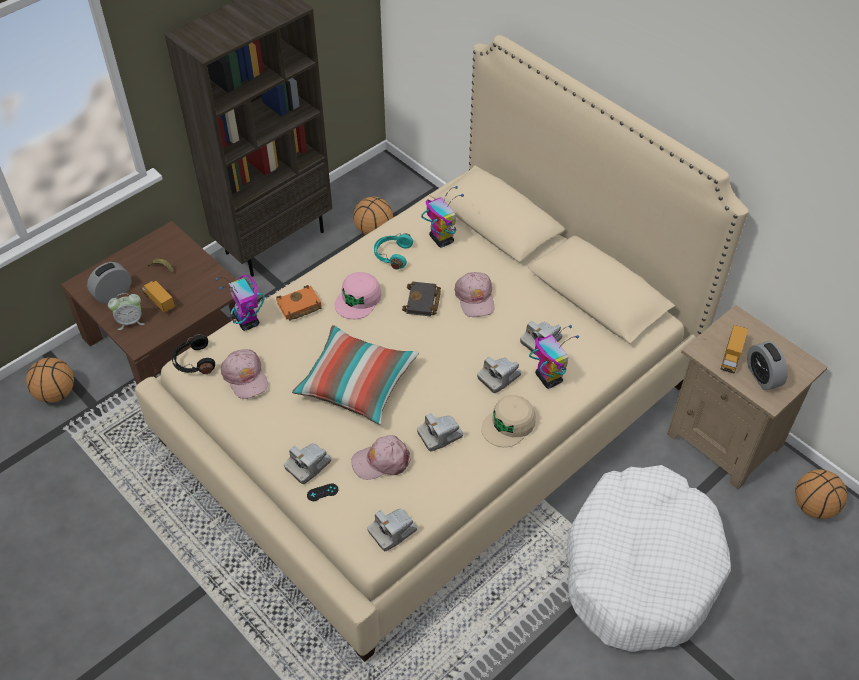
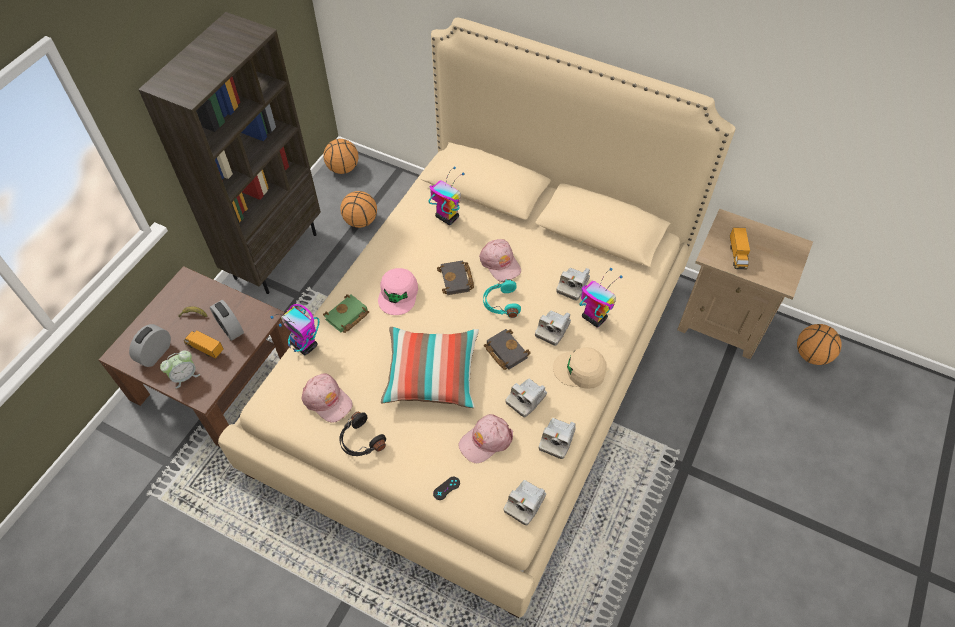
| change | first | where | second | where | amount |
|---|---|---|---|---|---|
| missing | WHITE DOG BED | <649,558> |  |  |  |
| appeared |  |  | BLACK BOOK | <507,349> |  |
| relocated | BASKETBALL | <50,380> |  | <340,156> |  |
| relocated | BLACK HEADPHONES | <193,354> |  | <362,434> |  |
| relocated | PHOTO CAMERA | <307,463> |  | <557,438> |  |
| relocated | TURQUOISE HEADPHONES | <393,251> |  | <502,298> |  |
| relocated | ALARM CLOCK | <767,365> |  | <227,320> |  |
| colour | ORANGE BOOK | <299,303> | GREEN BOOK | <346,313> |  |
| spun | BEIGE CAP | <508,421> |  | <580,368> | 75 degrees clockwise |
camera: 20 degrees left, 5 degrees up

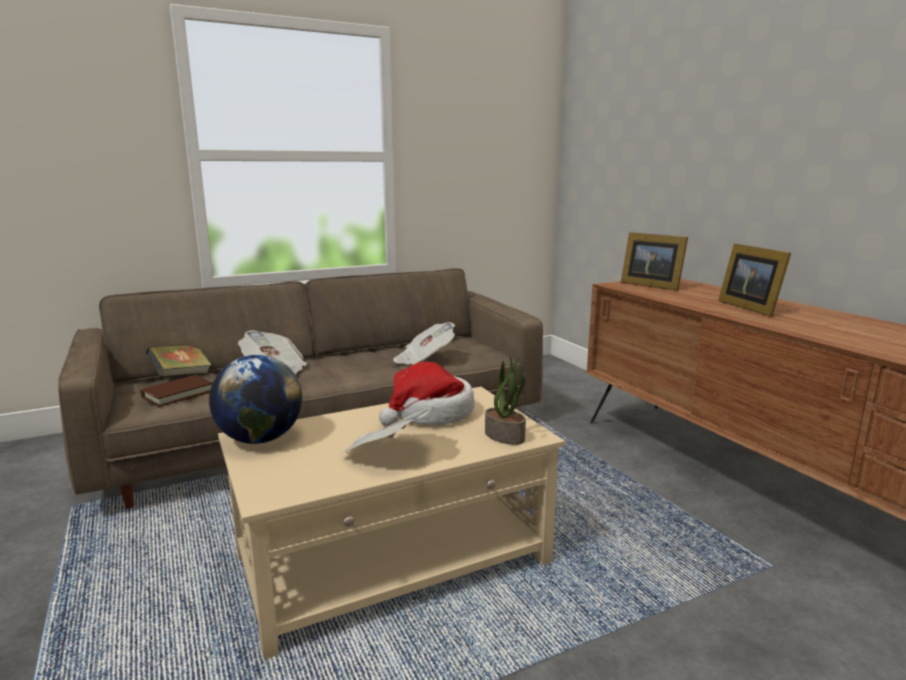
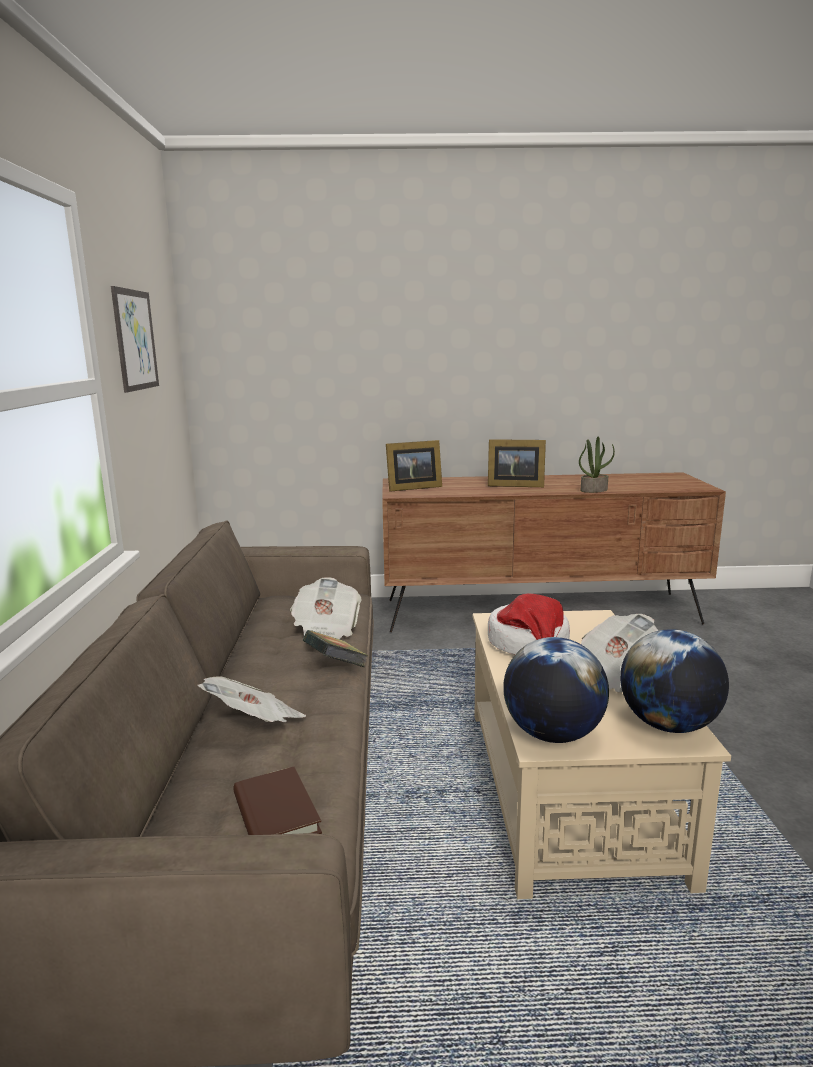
| change | first | where | second | where | amount |
|---|---|---|---|---|---|
| appeared |  |  | PICTURE | <135,339> |  |
| appeared |  |  | GLOBE | <674,681> |  |
| relocated | BOOK | <179,361> |  | <336,648> |  |
| relocated | POTTED PLANT | <505,400> |  | <597,465> |  |
camera: 65 degrees left, 0 degrees up

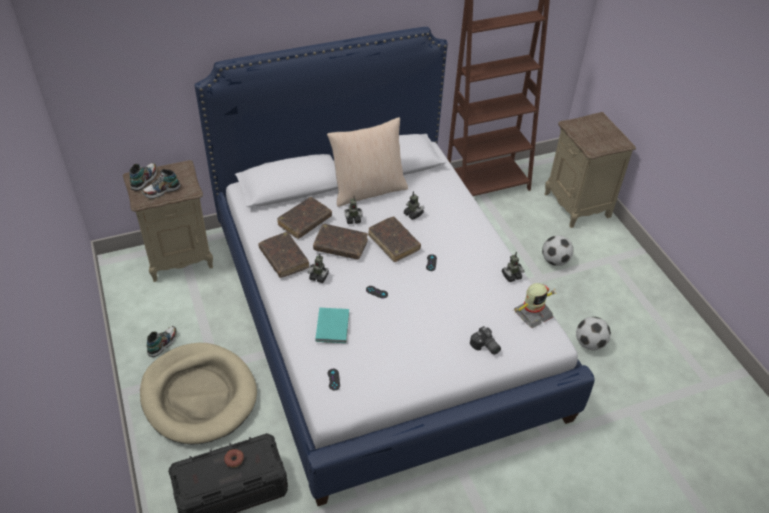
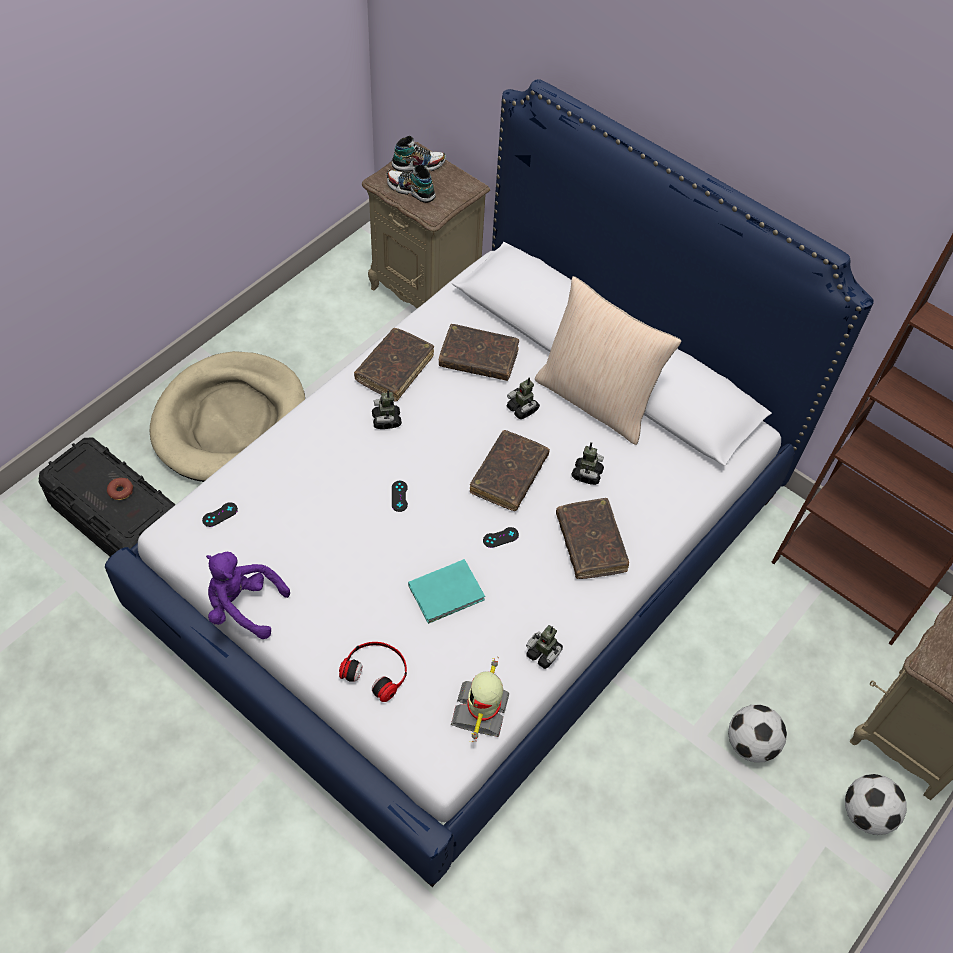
| change | first | where | second | where | amount |
|---|---|---|---|---|---|
| missing | SHOE | <162,341> |  |  |  |
| appeared |  |  | PURPLE PLUSH TOY | <248,595> |  |
| relocated | BROWN BOOK | <340,242> |  | <592,538> |  |
| relocated | TURQUOISE BOOK | <332,325> |  | <446,591> |  |
| relocated | FOOTBALL | <593,333> |  | <876,804> |  |
| exchanged | PHOTO CAMERA | <485,340> | HEADPHONES | <373,672> |  |
| spun | TOY ROBOT | <534,305> |  | <480,699> | 75 degrees clockwise |
camera: 60 degrees right, 10 degrees up

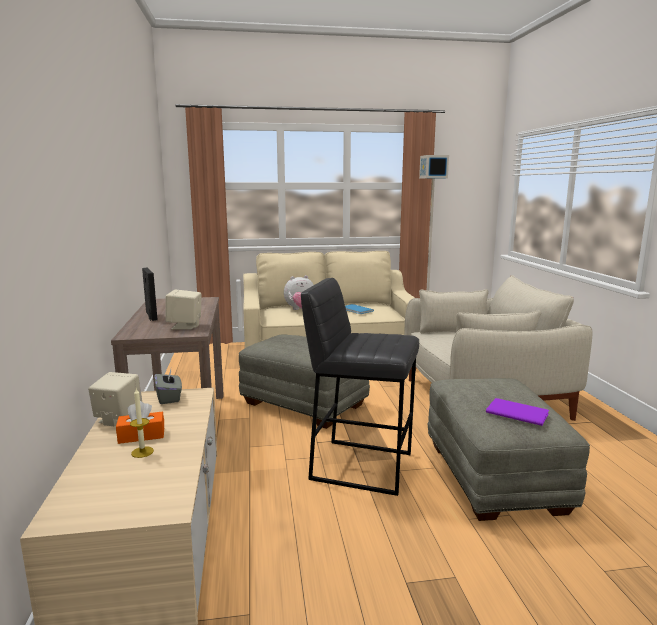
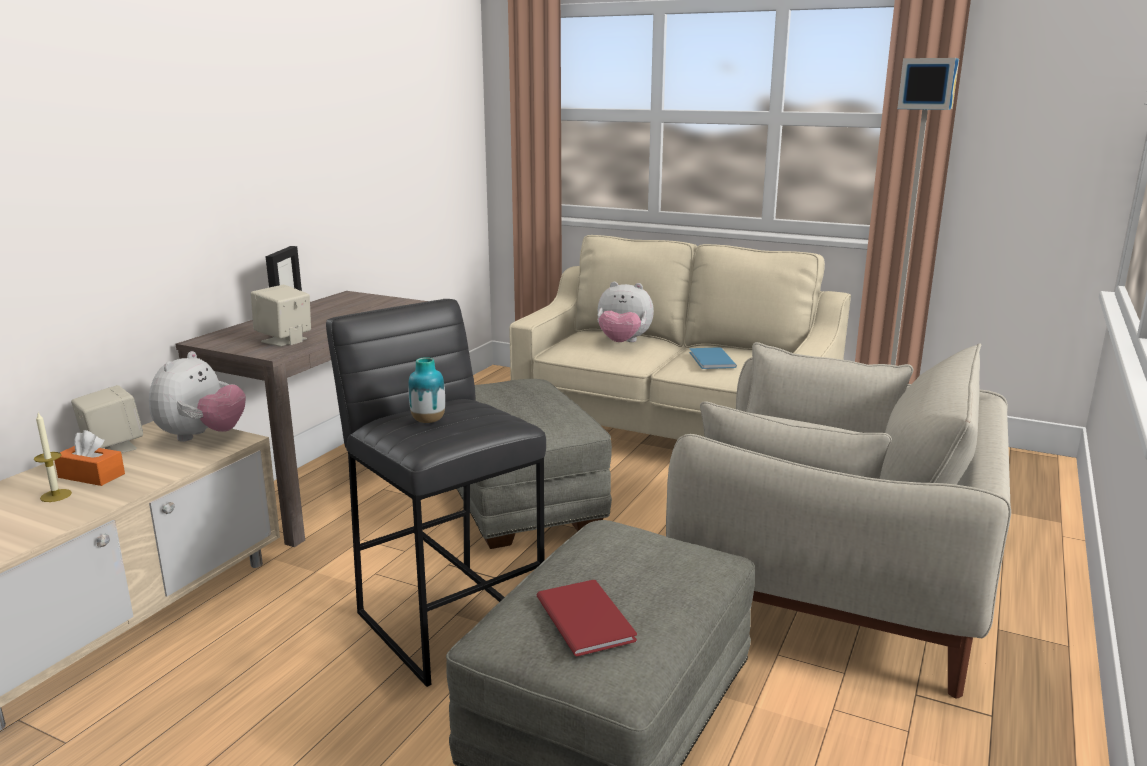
| change | first | where | second | where | amount |
|---|---|---|---|---|---|
| appeared |  |  | VASE | <426,390> |  |
| exchanged | GREY TISSUE BOX | <168,386> | PLUSH TOY | <197,396> |  |
| colour | PURPLE BOOK | <517,412> | RED BOOK | <587,618> |  |
camera: 35 degrees right, 5 degrees up

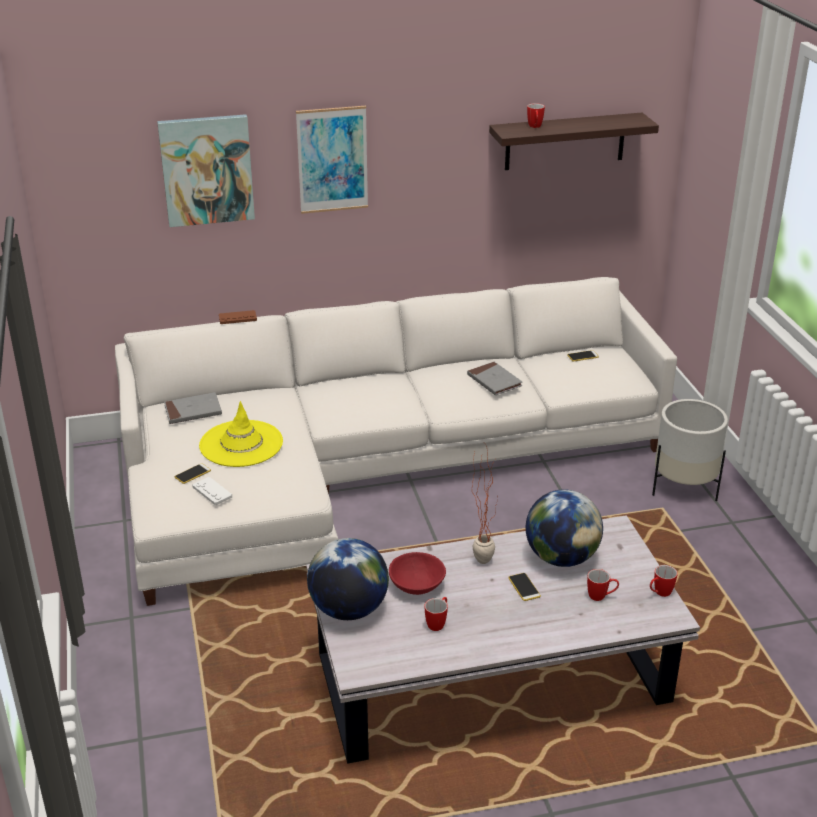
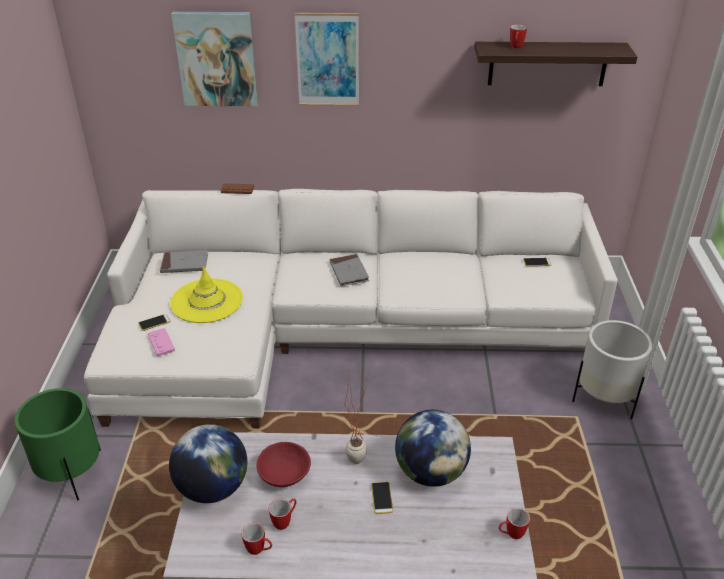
| change | first | where | second | where | amount |
|---|---|---|---|---|---|
| appeared |  |  | GREEN PLANTER | <57,444> |  |
| relocated | GREY BOOK | <495,378> |  | <349,270> |  |
| relocated | MUG | <603,585> |  | <256,539> |  |
| colour | WHITE GAME CONTROLLER | <212,491> | PINK GAME CONTROLLER | <161,342> |  |
camera: 15 degrees right, 5 degrees up

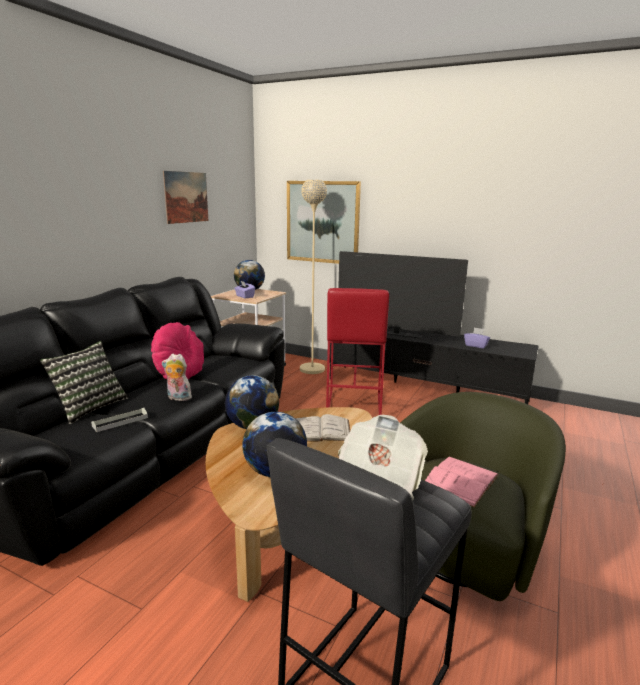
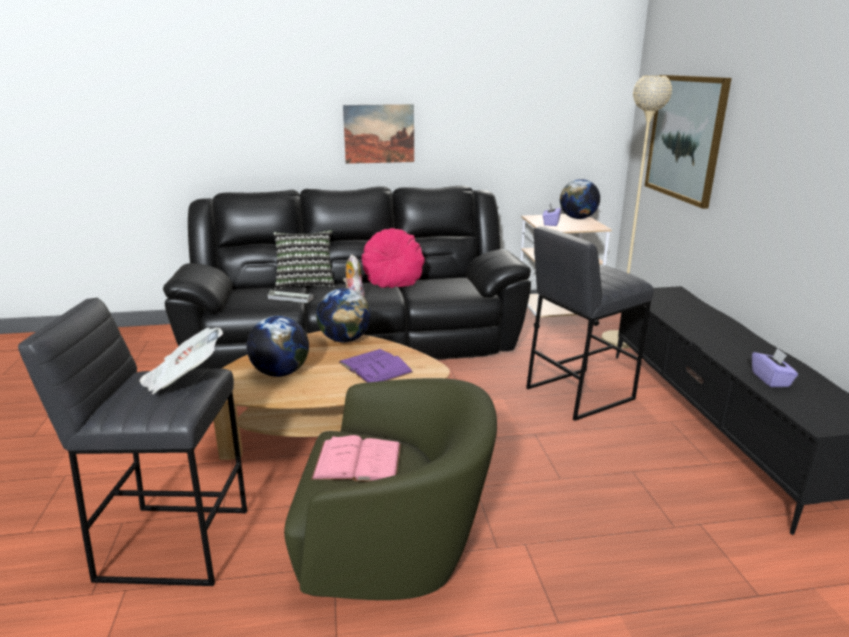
| change | first | where | second | where | amount |
|---|---|---|---|---|---|
| missing | TELEVISION | <403,294> |  |  |  |
| relocated | PICTURE | <185,197> |  | <378,134> |  |
| colour | WHITE BOOK | <323,427> | PURPLE BOOK | <376,366> |  |
| colour | RED STOOL | <357,351> | GREY STOOL | <590,323> |  |
camera: 55 degrees right, 5 degrees up

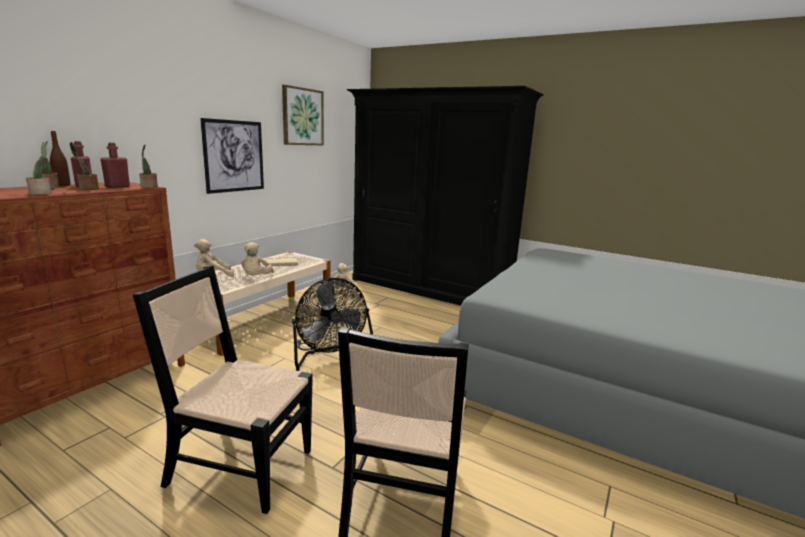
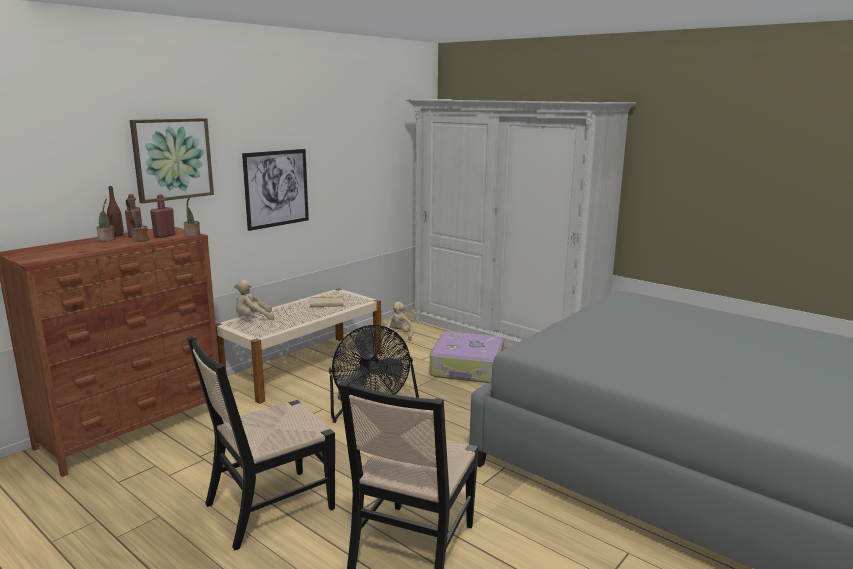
| change | first | where | second | where | amount |
|---|---|---|---|---|---|
| missing | POTTED PLANT | <39,168> |  |  |  |
| missing | BEIGE PLUSH TOY | <257,258> |  |  |  |
| appeared |  |  | SUITCASE | <467,357> |  |
| relocated | PICTURE | <303,115> |  | <172,160> |  |
| colour | BLACK WARDROBE | <445,196> | WHITE WARDROBE | <520,223> |  |
| spun | CHAIR | <223,389> |  | <261,443> | 60 degrees counterclockwise |
camera: 10 degrees right, 0 degrees up

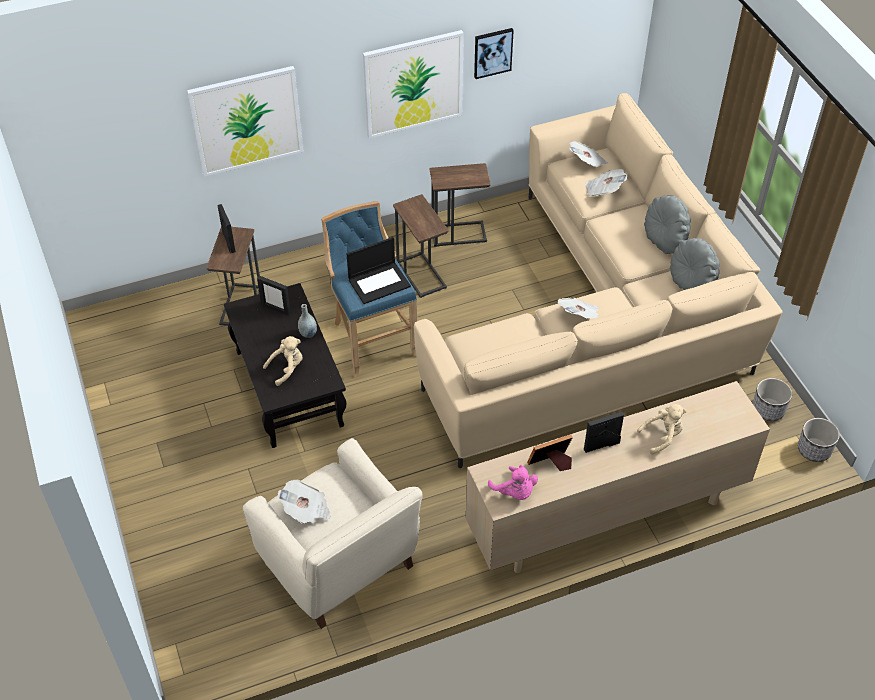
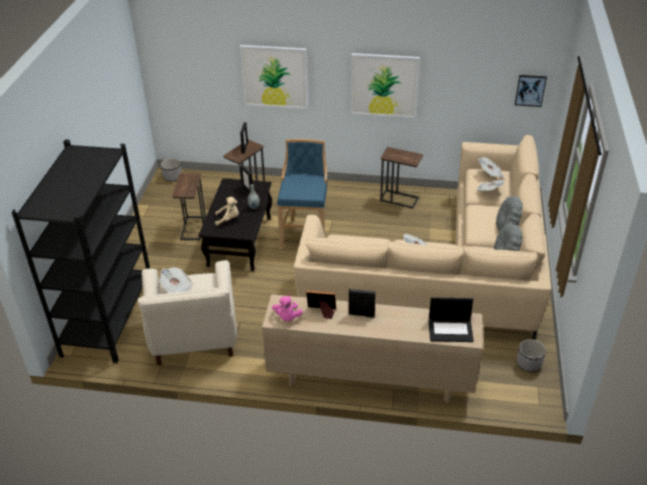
| change | first | where | second | where | amount |
|---|---|---|---|---|---|
| missing | BEIGE PLUSH TOY | <662,429> |  |  |  |
| appeared |  |  | BLACK BOOKCASE | <81,251> |  |
| relocated | LAPTOP | <379,270> |  | <451,319> |  |
| relocated | BROWN SIDE TABLE | <421,246> |  | <189,207> |  |
| relocated | PICTURE | <494,53> |  | <531,91> |  |
| relocated | PLANTER | <819,440> |  | <171,169> |  |
camera: 30 degrees right, 10 degrees down

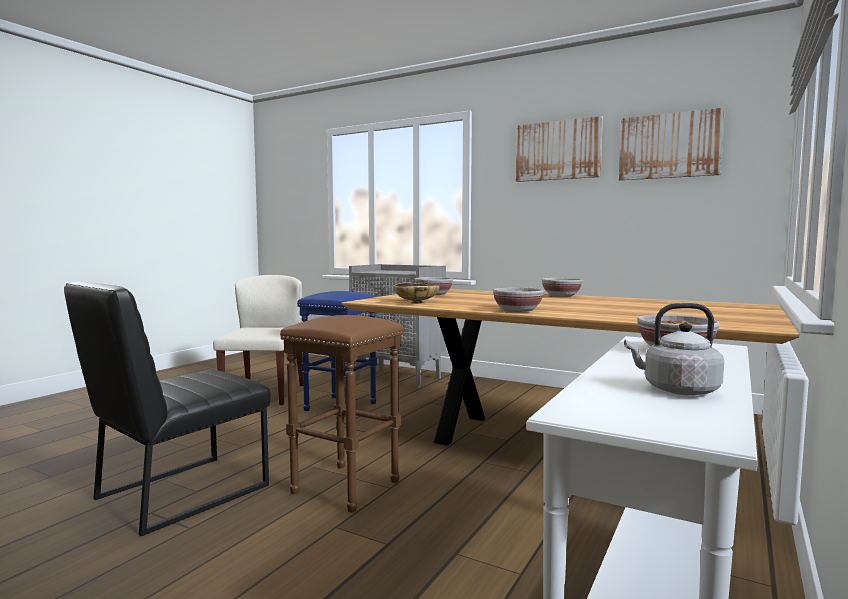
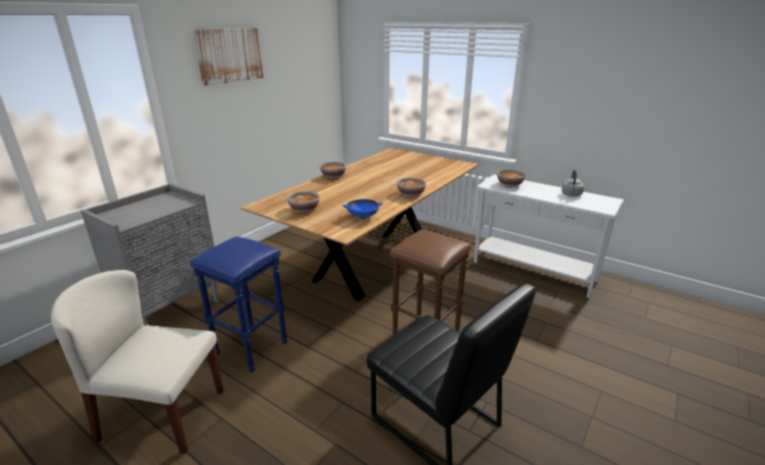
| change | first | where | second | where | amount |
|---|---|---|---|---|---|
| missing | PICTURE | <672,144> |  |  |  |
| colour | BEIGE BOWL | <417,293> | BLUE BOWL | <363,209> |  |
camera: 85 degrees left, 20 degrees up

